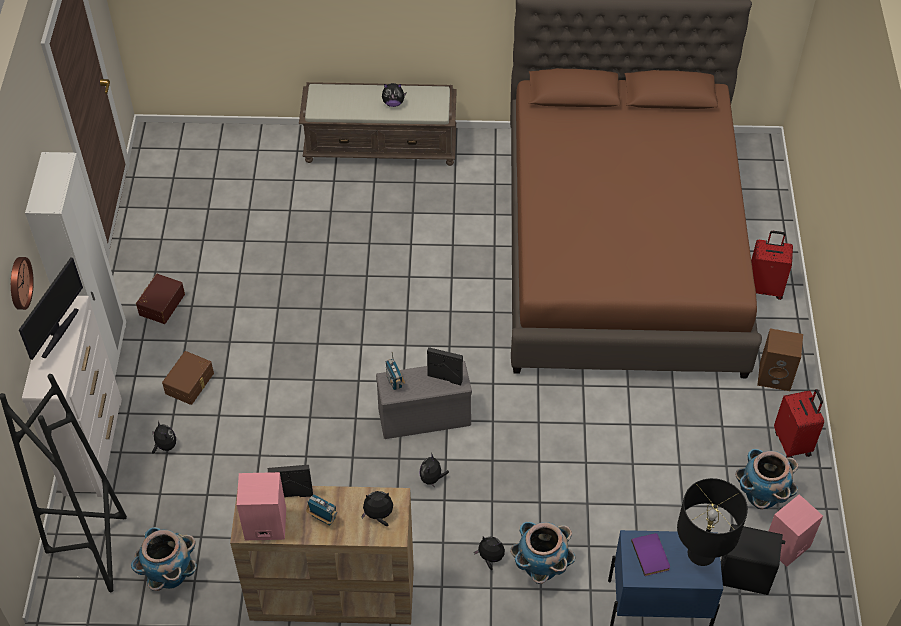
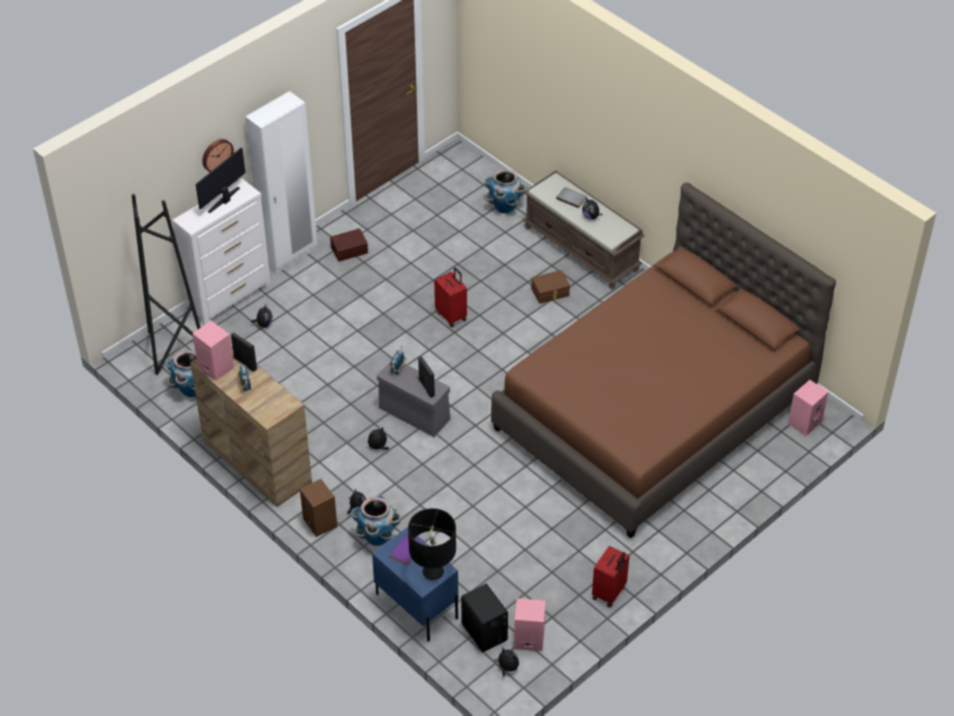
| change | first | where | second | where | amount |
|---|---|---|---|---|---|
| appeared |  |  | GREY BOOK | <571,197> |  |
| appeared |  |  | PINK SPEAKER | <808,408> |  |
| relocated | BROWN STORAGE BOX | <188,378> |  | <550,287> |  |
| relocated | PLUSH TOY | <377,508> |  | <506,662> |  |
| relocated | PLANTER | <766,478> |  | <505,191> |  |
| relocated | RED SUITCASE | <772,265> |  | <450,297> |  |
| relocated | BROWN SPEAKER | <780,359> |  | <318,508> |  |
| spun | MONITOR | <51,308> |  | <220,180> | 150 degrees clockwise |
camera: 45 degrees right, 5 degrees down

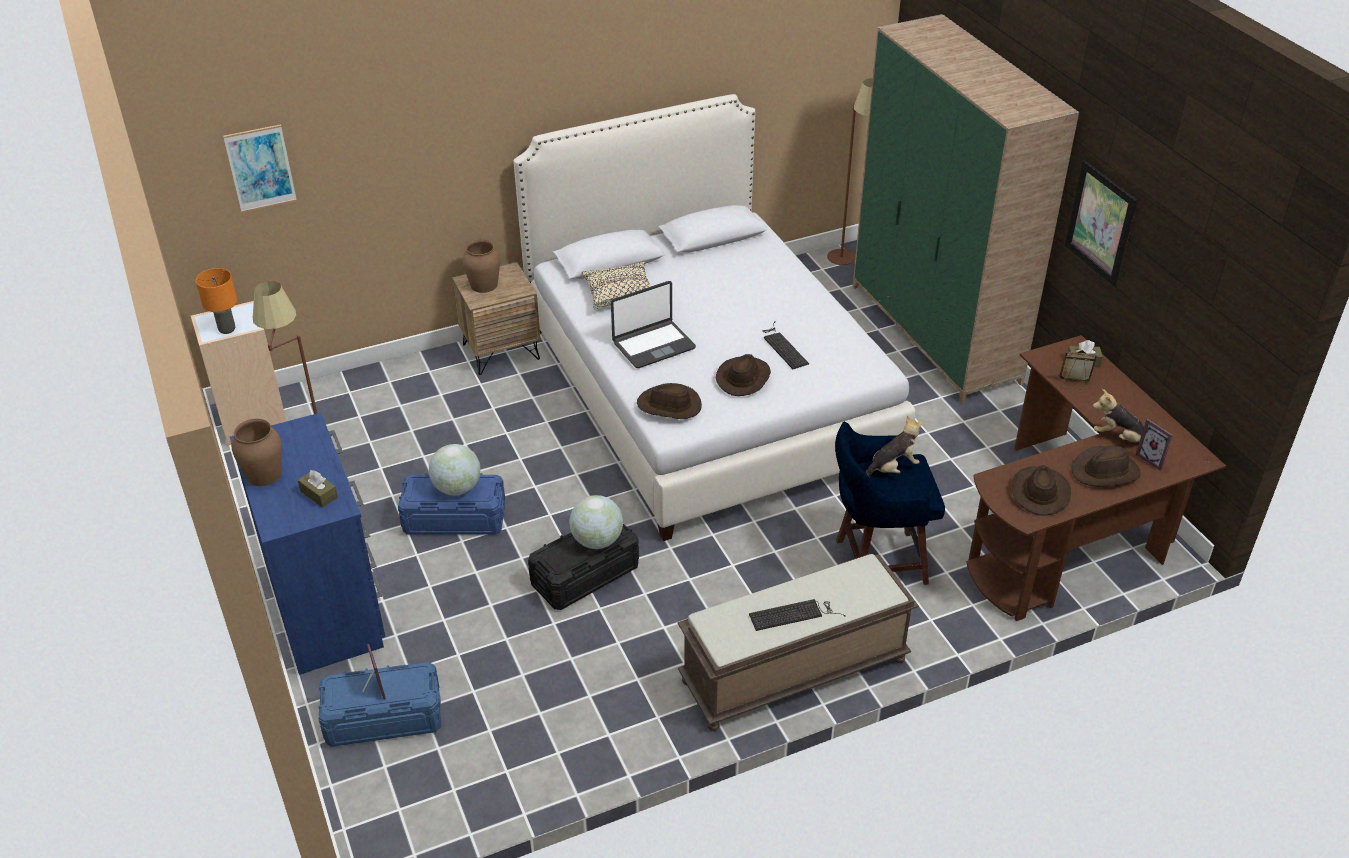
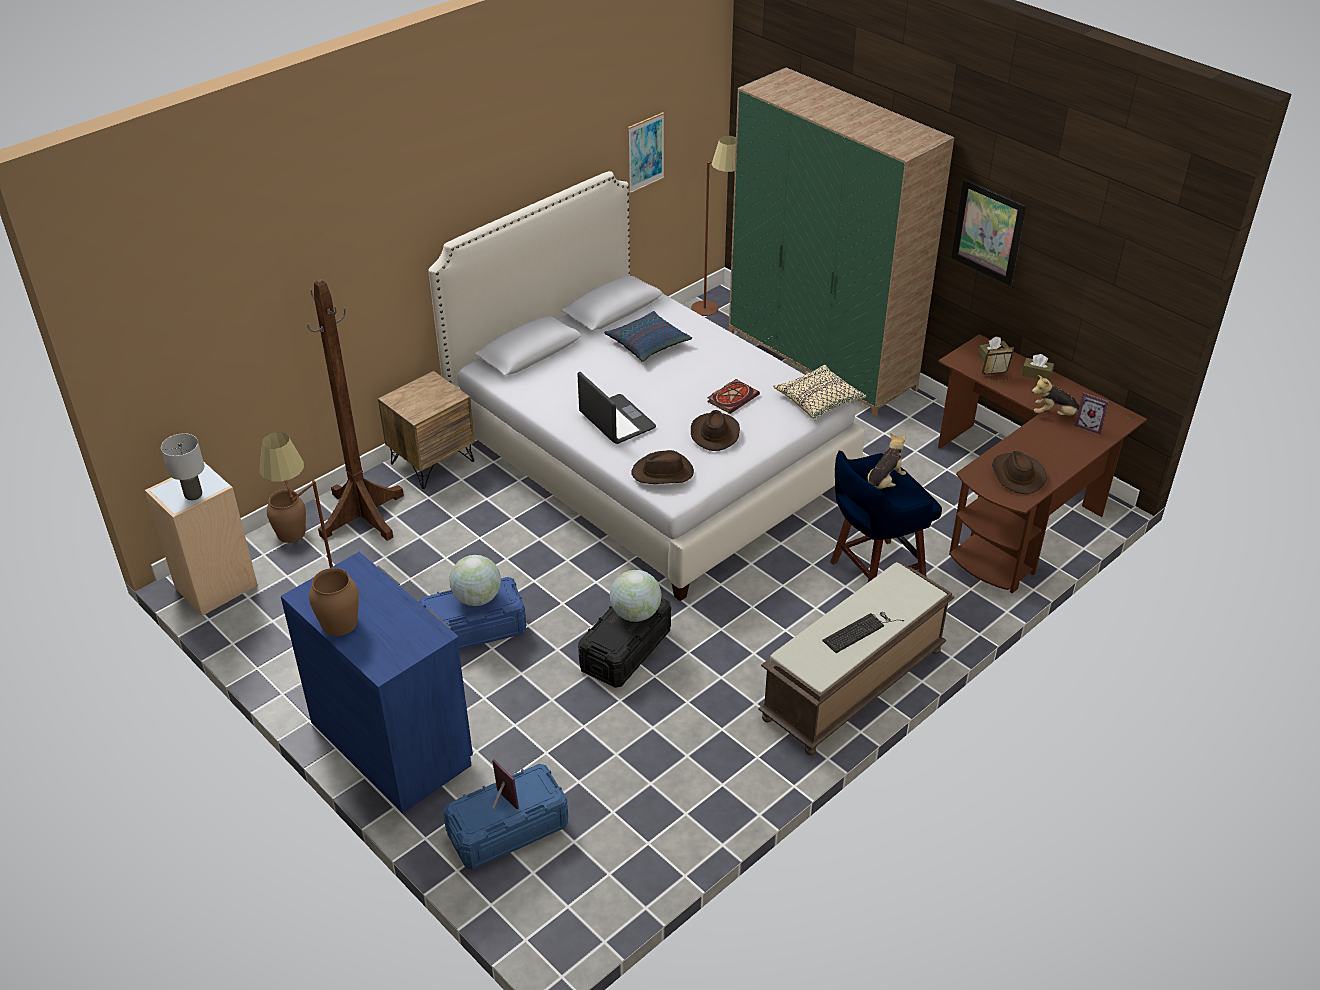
| change | first | where | second | where | amount |
|---|---|---|---|---|---|
| missing | BROWN HAT | <1106,466> |  |  |  |
| appeared |  |  | BROWN CLOTHES RACK | <355,410> |  |
| appeared |  |  | BLUE PILLOW | <648,336> |  |
| relocated | PICTURE | <260,168> |  | <646,153> |  |
| relocated | BROWN TISSUE BOX | <318,489> |  | <1038,367> |  |
| relocated | BROWN VASE | <481,266> |  | <286,516> |  |
| relocated | BEIGE PILLOW | <616,285> |  | <820,392> |  |
| exchanged | KEYBOARD | <786,345> | BOOK | <733,396> |  |
| colour | ORANGE TABLE LAMP | <216,301> | WHITE TABLE LAMP | <182,467> |  |
| spun | LAPTOP | <653,324> |  | <617,408> | 75 degrees counterclockwise |
camera: 20 degrees left, 0 degrees up

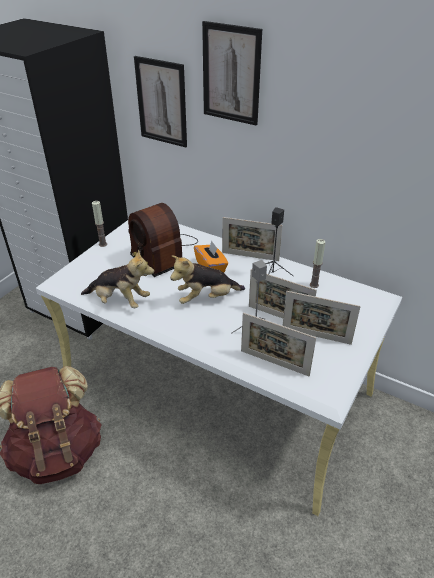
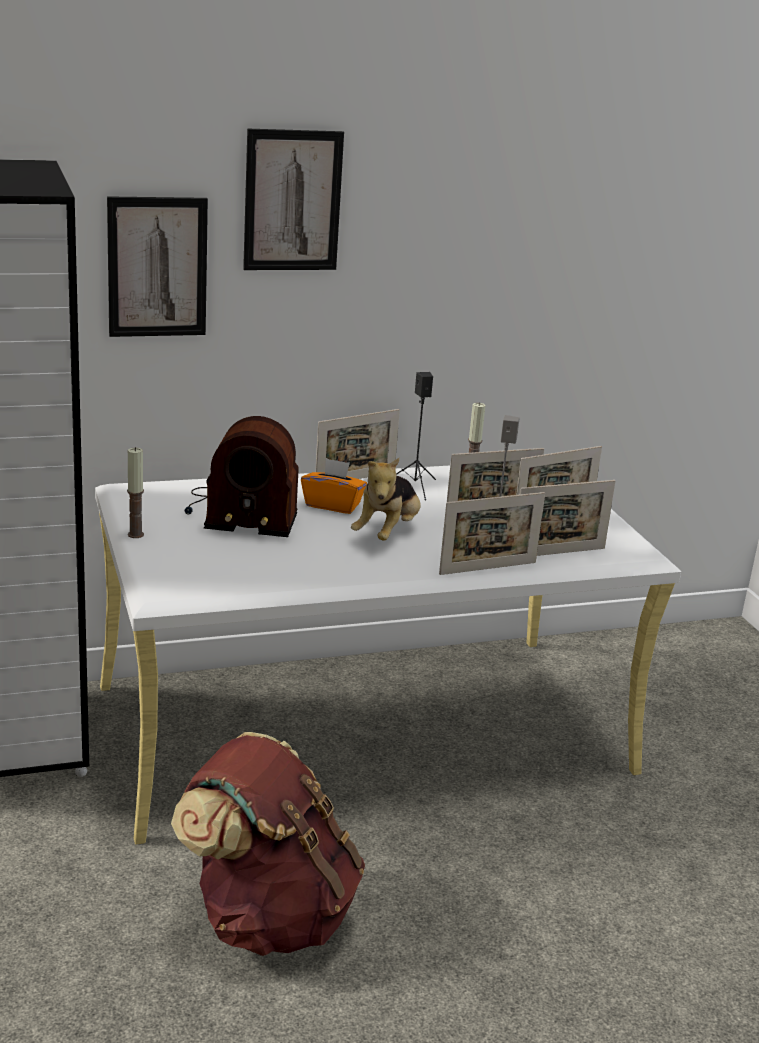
| change | first | where | second | where | amount |
|---|---|---|---|---|---|
| missing | PLUSH TOY | <117,278> |  |  |  |
| appeared |  |  | PICTURE FRAME | <492,533> |  |
camera: 50 degrees left, 15 degrees down

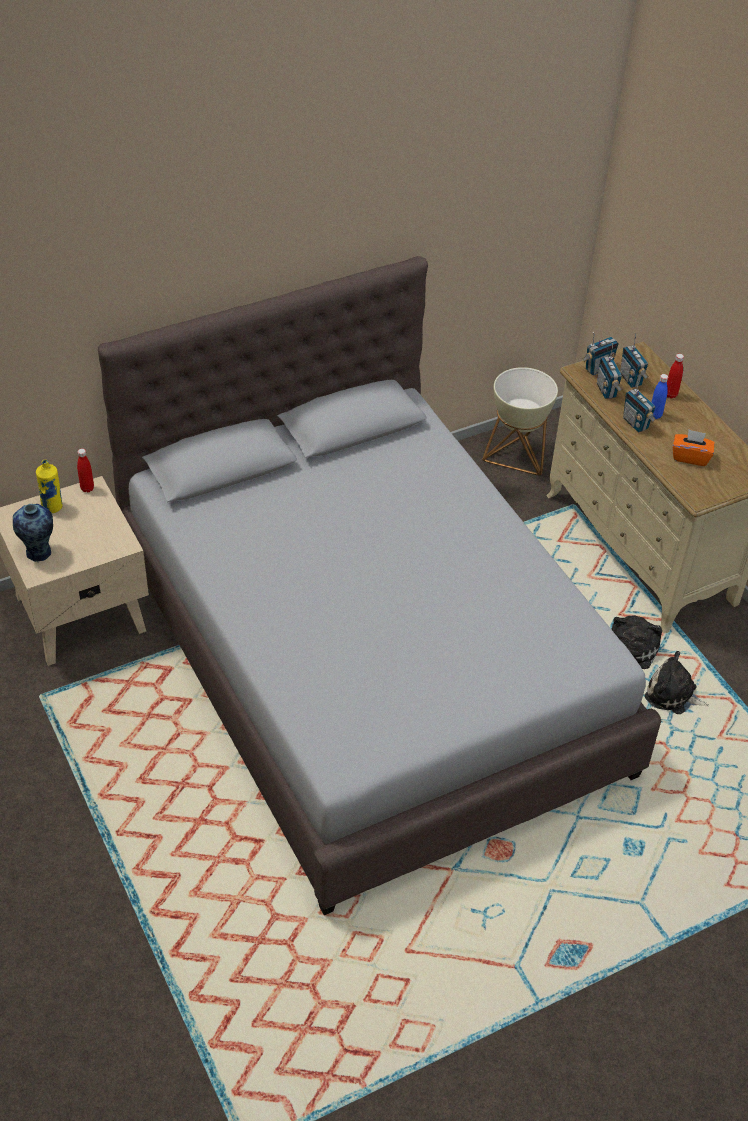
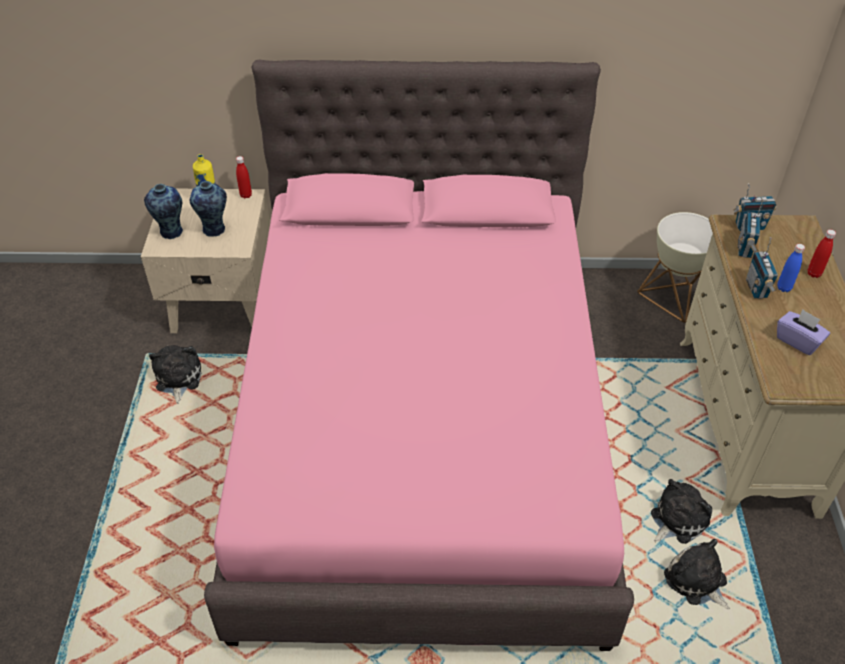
| change | first | where | second | where | amount |
|---|---|---|---|---|---|
| missing | RADIO | <634,360> |  |  |  |
| appeared |  |  | PLUSH TOY | <175,374> |  |
| appeared |  |  | VASE | <208,208> |  |
| colour | GREY BED | <379,585> | PINK BED | <419,355> |  |
| colour | ORANGE TISSUE BOX | <694,448> | PURPLE TISSUE BOX | <803,332> |  |
camera: 30 degrees right, 0 degrees up

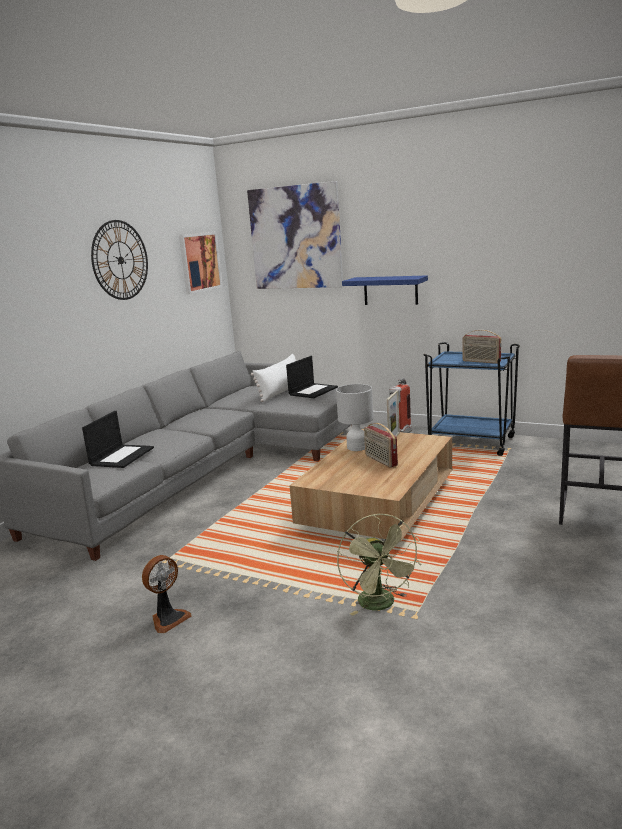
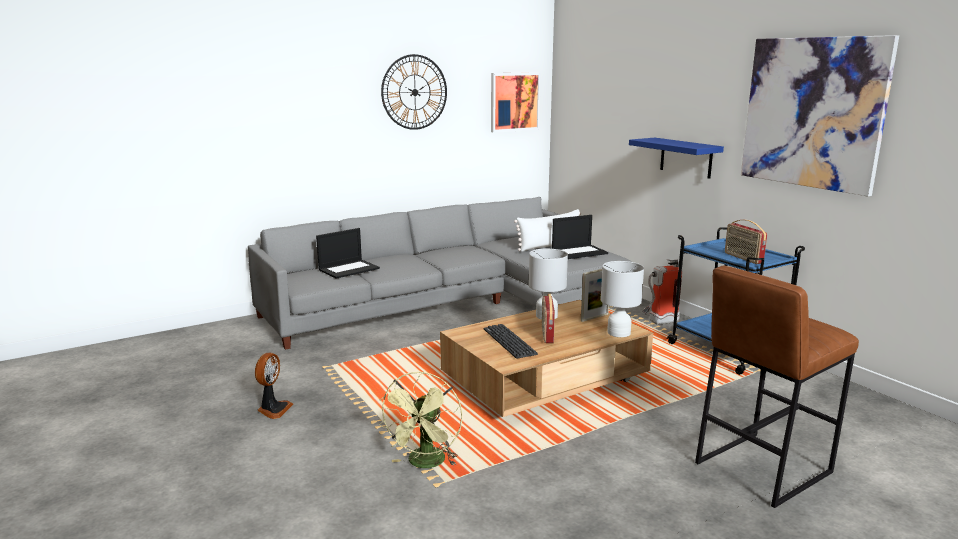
| change | first | where | second | where | amount |
|---|---|---|---|---|---|
| appeared |  |  | KEYBOARD | <511,341> |  |
| appeared |  |  | GREY TABLE LAMP | <622,299> |  |
| relocated | PICTURE | <295,235> |  | <820,116> |  |
| spun | FAN | <167,594> |  | <274,386> | 60 degrees counterclockwise |
camera: 30 degrees right, 0 degrees up

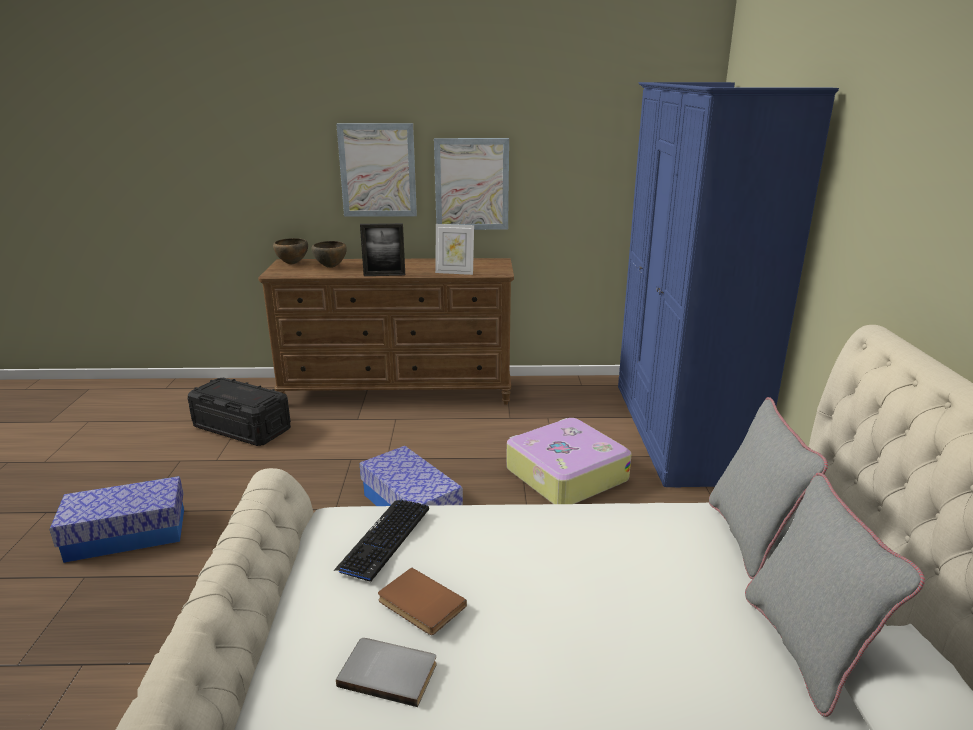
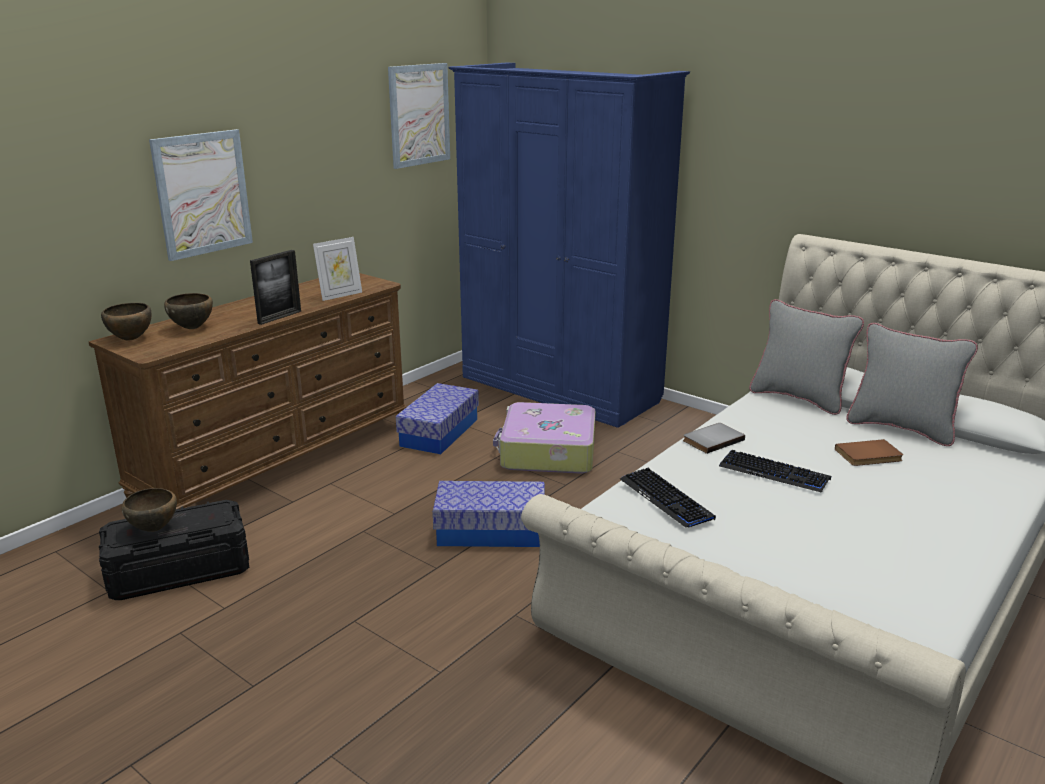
| change | first | where | second | where | amount |
|---|---|---|---|---|---|
| appeared |  |  | BROWN BOWL | <149,510> |  |
| appeared |  |  | KEYBOARD | <775,471> |  |
| relocated | STORAGE BOX | <117,519> |  | <437,418> |  |
| relocated | GREY BOOK | <386,672> |  | <714,438> |  |
| relocated | BROWN BOOK | <422,601> |  | <869,452> |  |
| relocated | PICTURE | <471,184> |  | <419,116> |  |
camera: 50 degrees left, 0 degrees up

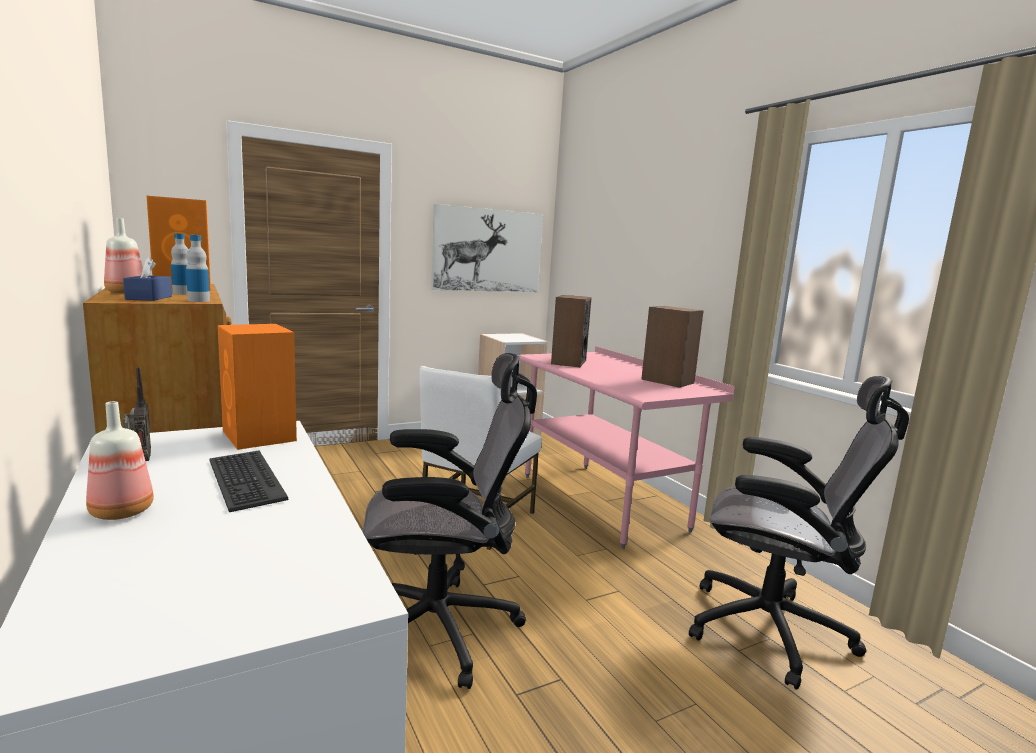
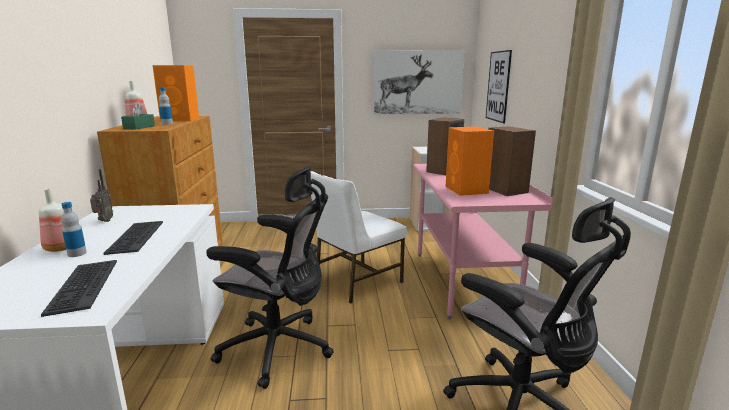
| change | first | where | second | where | amount |
|---|---|---|---|---|---|
| appeared |  |  | KEYBOARD | <79,288> |  |
| appeared |  |  | PICTURE | <499,86> |  |
| relocated | BOTTLE | <198,268> |  | <74,229> |  |
| relocated | ORANGE SPEAKER | <257,387> |  | <470,161> |  |
| colour | BLUE TISSUE BOX | <147,279> | GREEN TISSUE BOX | <138,116> |  |
camera: 25 degrees right, 5 degrees up

